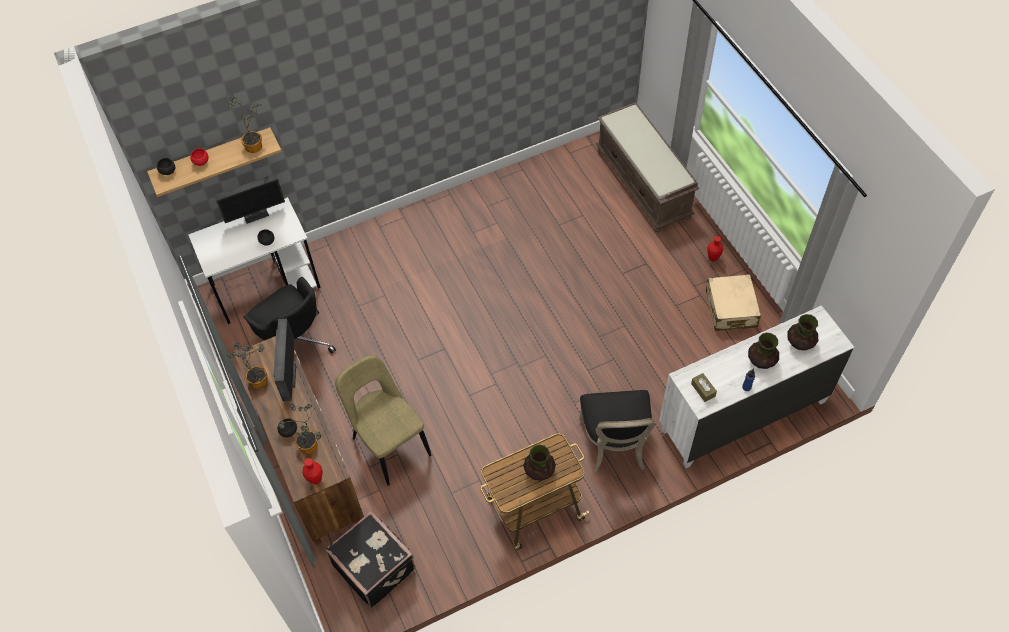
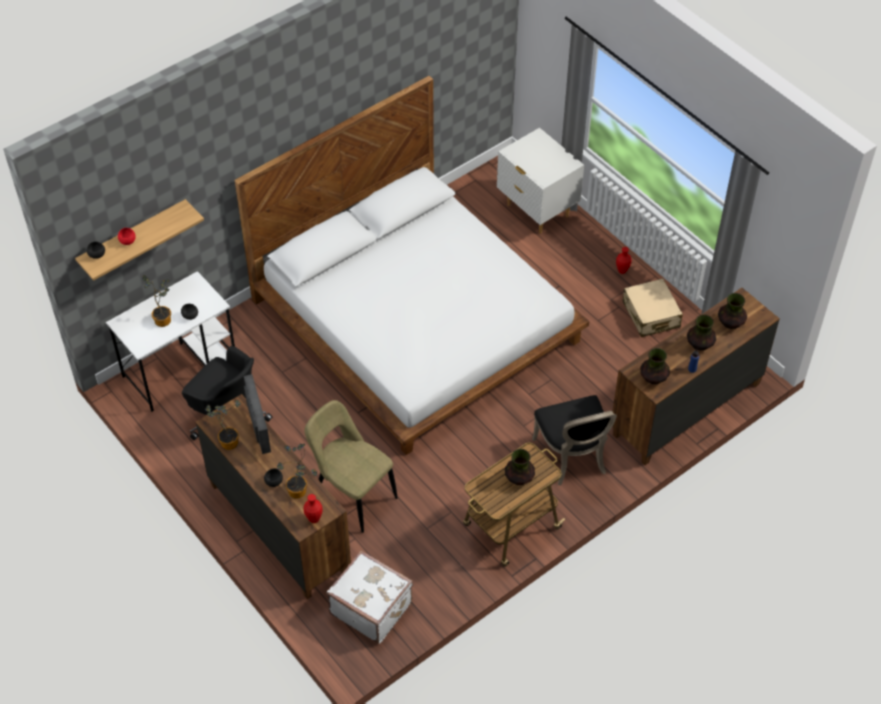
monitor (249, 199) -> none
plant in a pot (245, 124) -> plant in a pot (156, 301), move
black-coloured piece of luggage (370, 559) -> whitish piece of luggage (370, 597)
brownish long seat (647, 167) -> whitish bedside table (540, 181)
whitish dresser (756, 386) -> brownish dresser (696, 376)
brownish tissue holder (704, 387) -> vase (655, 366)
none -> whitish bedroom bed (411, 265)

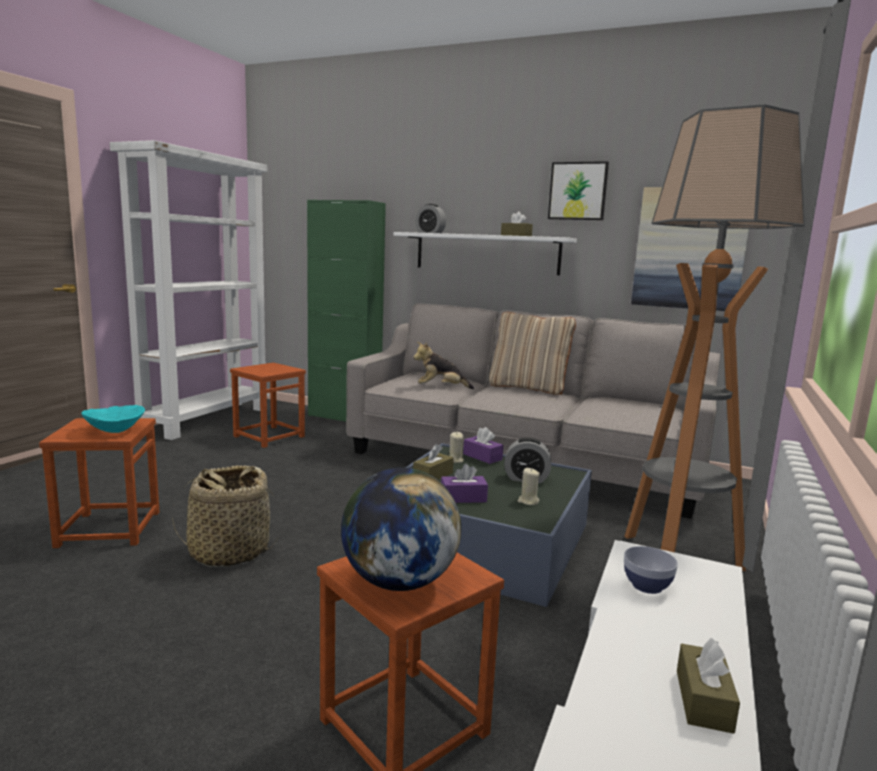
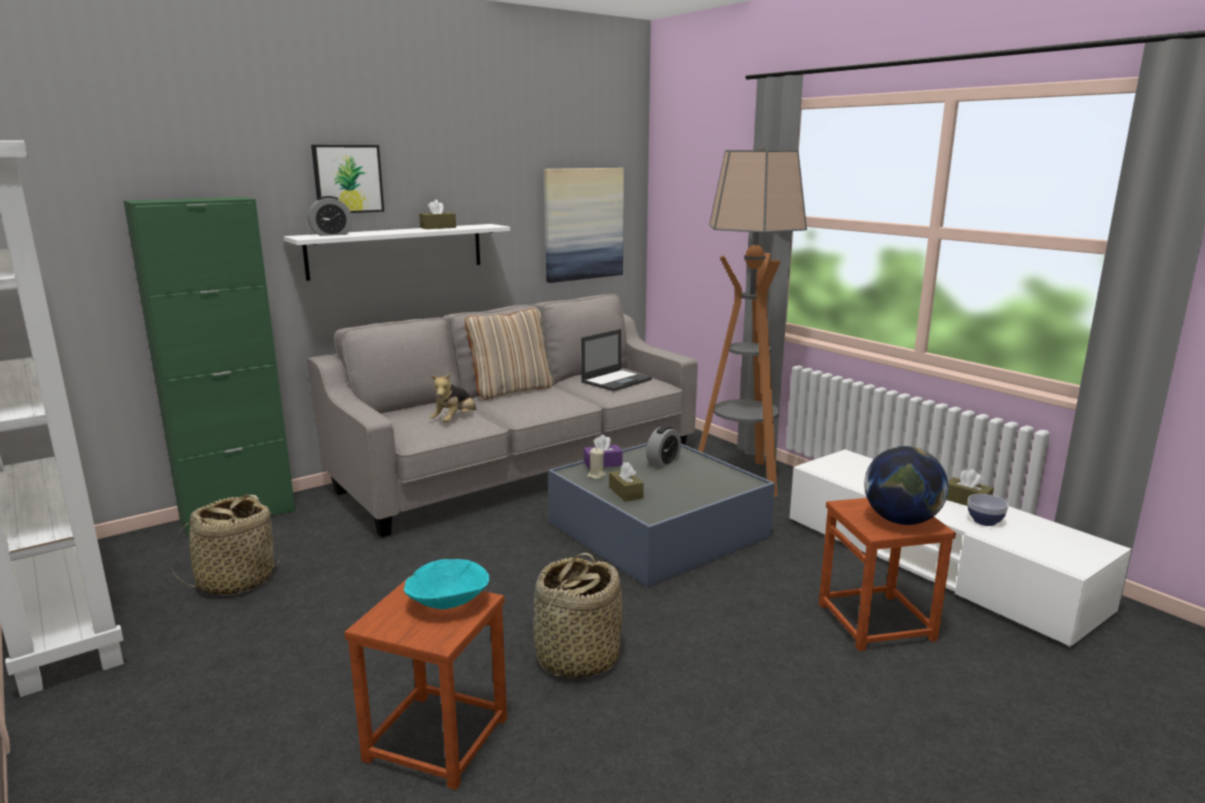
brownish sitting stool (268, 405) -> storage basket (226, 545)
purple-coloured tissue holder (464, 483) -> none
sand-coloured wax candle (528, 486) -> none
wall picture (578, 190) -> wall picture (347, 179), move
bowl (651, 570) -> bowl (988, 510), move
none -> notebook computer (616, 360)

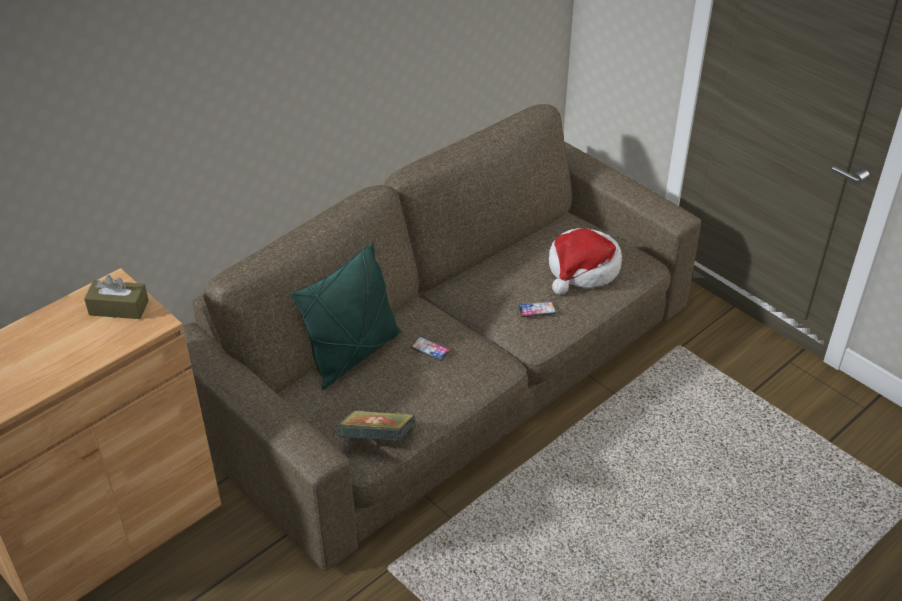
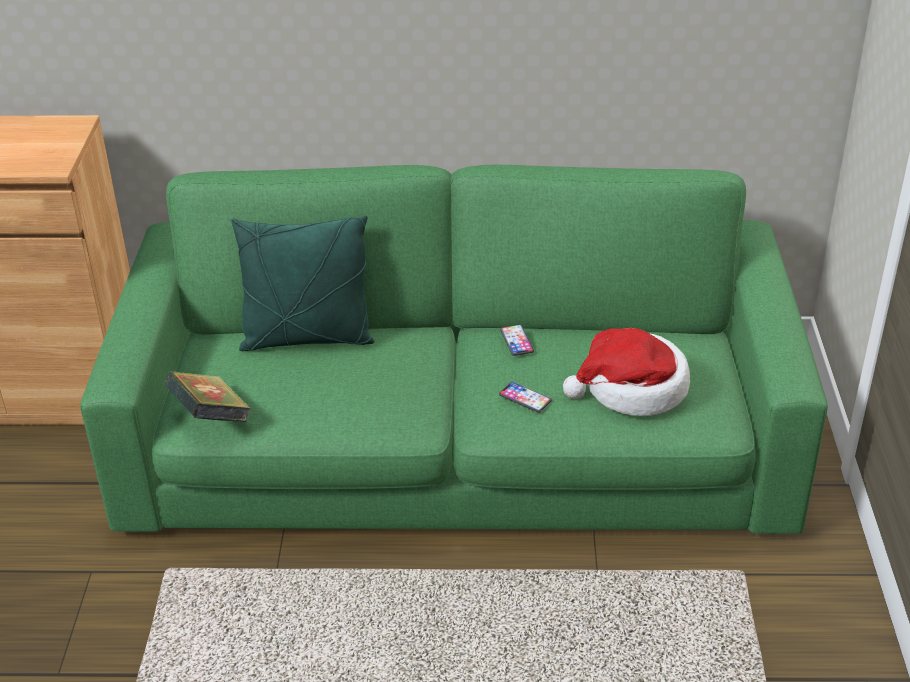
brownish tissue holder (116, 297) -> none
brownish sofa (440, 337) -> green sofa (454, 349)
handset (431, 348) -> handset (517, 340), move

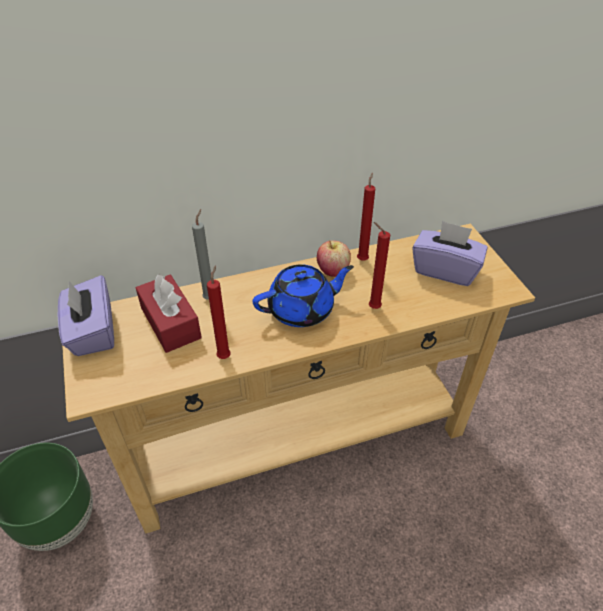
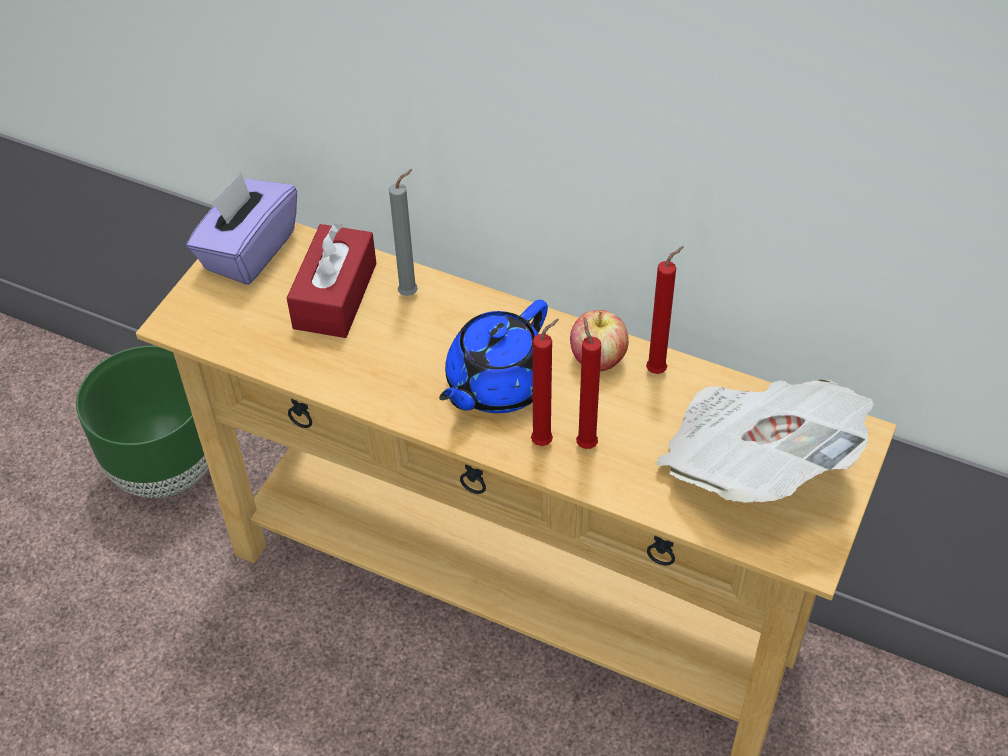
red-coloured wax candle (219, 312) -> red-coloured wax candle (545, 382), move
blue teapot (303, 295) -> blue teapot (493, 356), 105 degrees clockwise
purple-coloured tissue holder (449, 253) -> daily paper (765, 441)

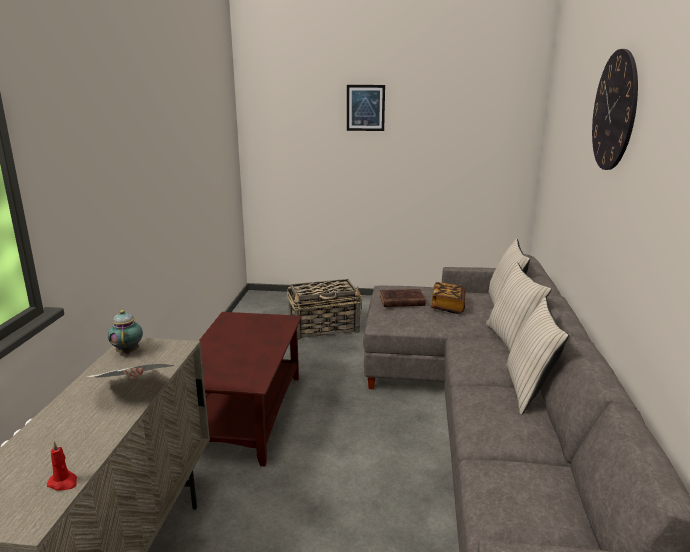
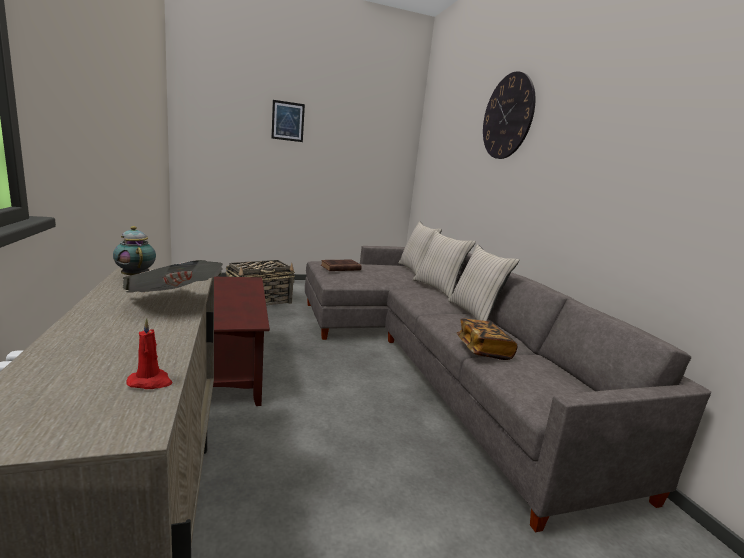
book (448, 298) -> book (487, 339), move

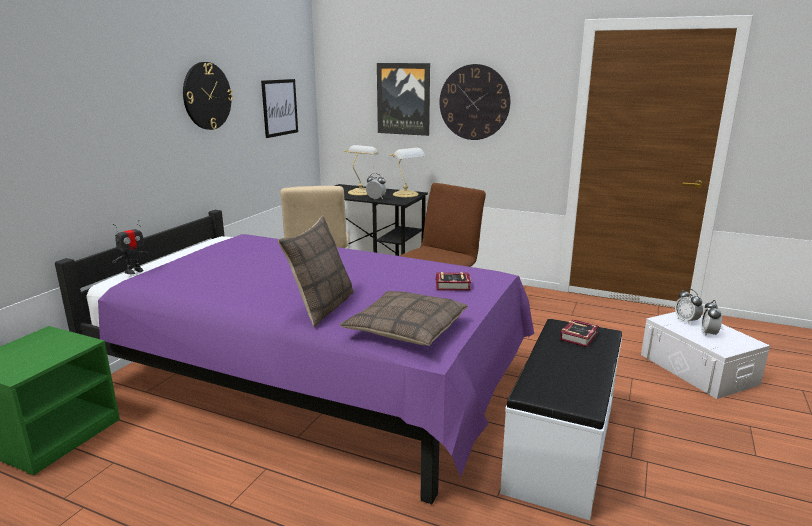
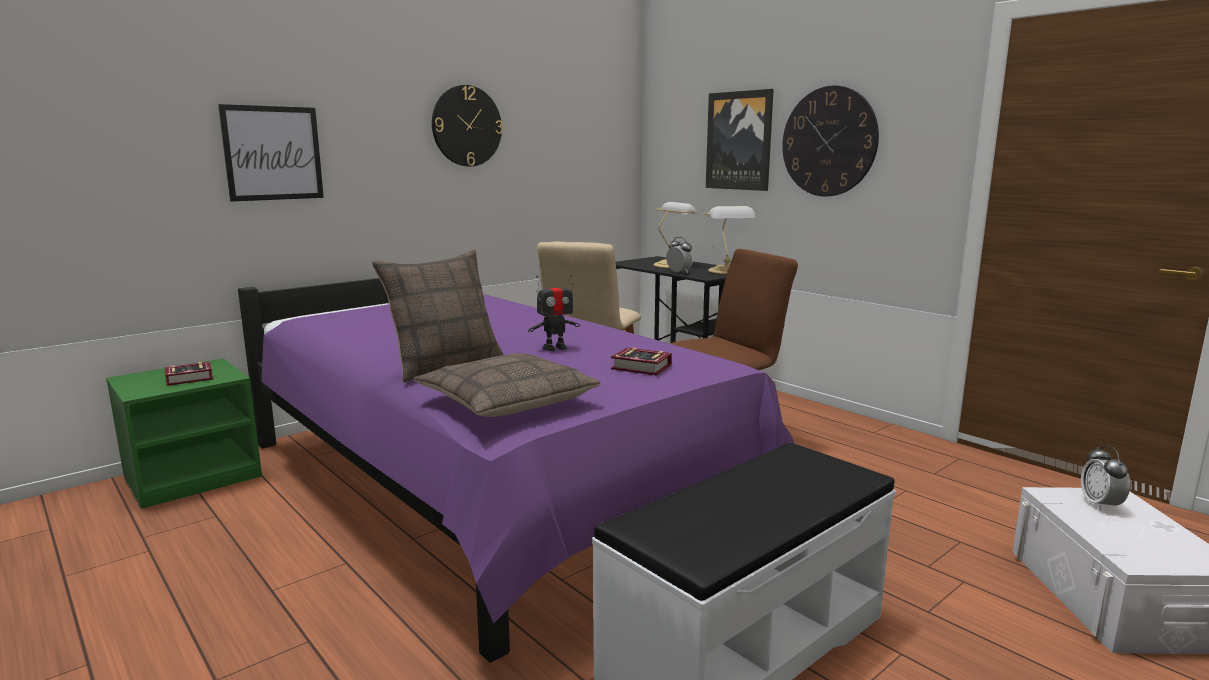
toy robot (131, 247) -> toy robot (554, 313), move
wall picture (279, 108) -> wall picture (271, 153), move
book (579, 333) -> book (189, 374), move
table clock (711, 318) -> none

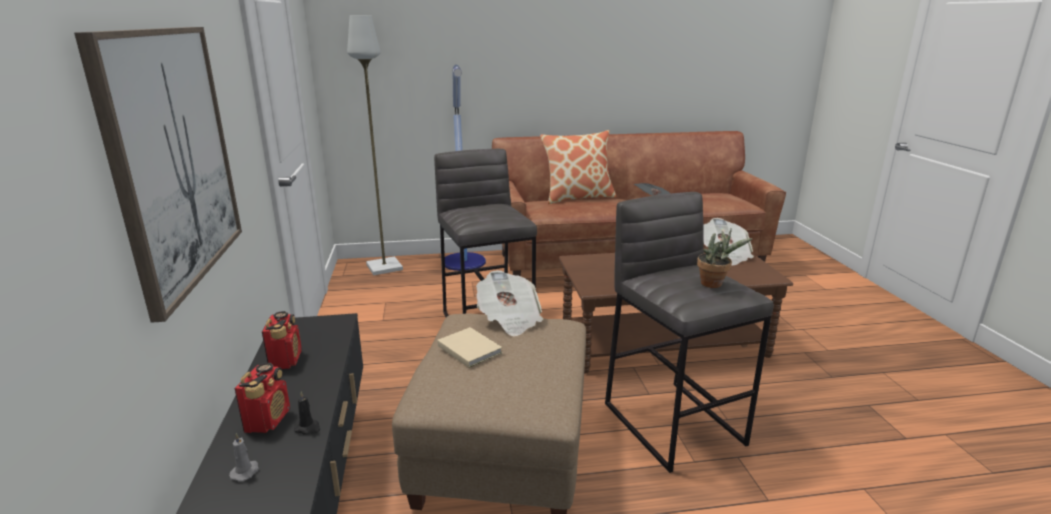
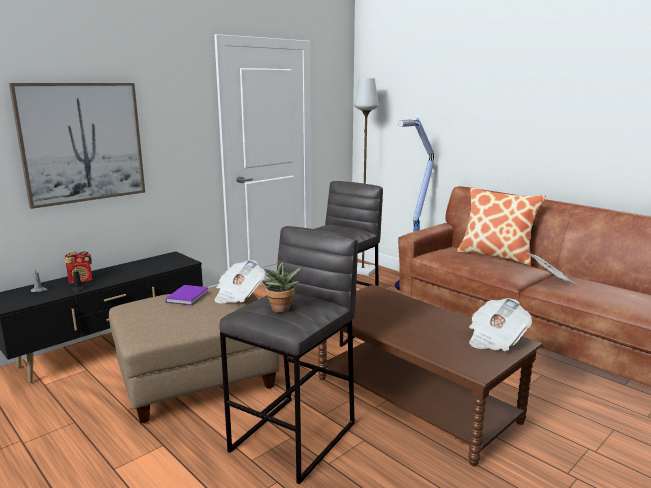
radio (282, 340) -> none
sand-coloured book (469, 347) -> purple-coloured book (187, 295)

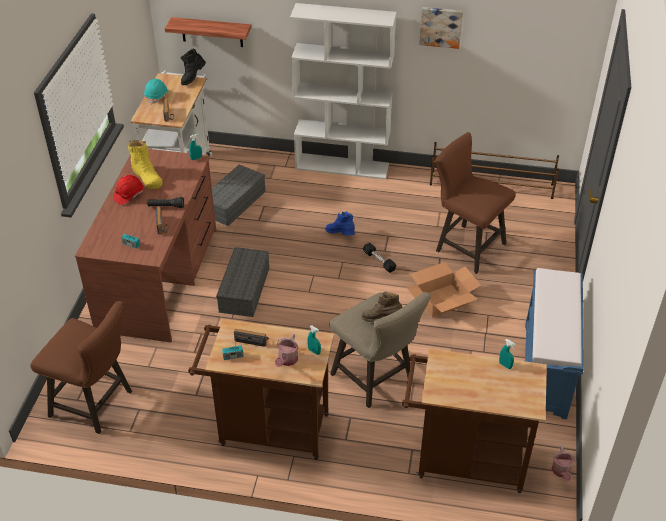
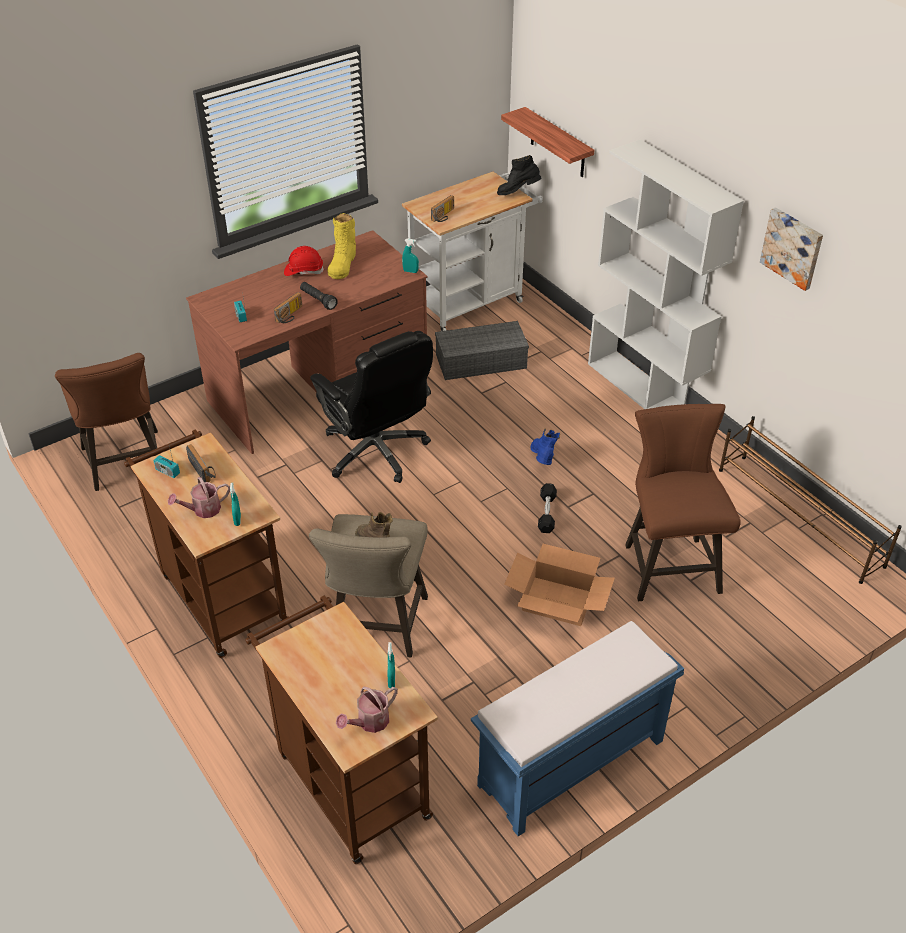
turquoise-coloured work helmet (156, 91) -> none
grey storage bin (242, 282) -> black-coloured office chair (371, 407)
watering pot (563, 464) -> watering pot (367, 709), move

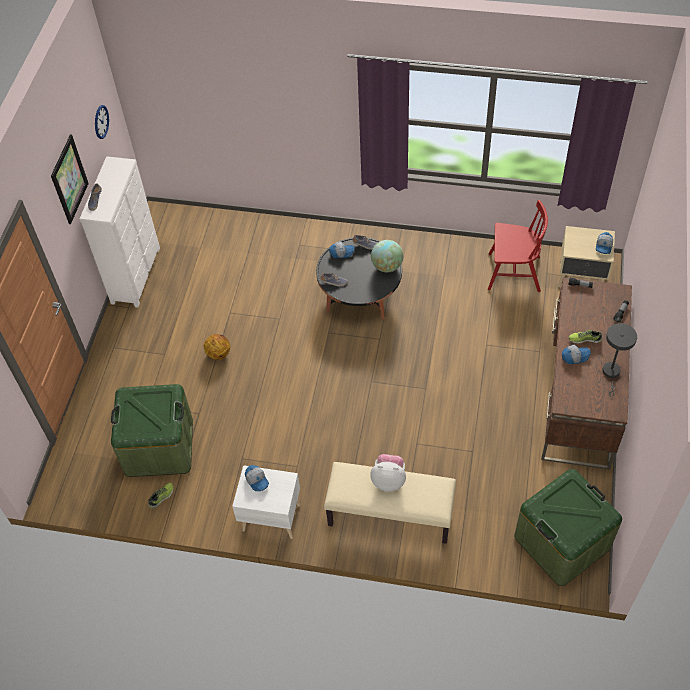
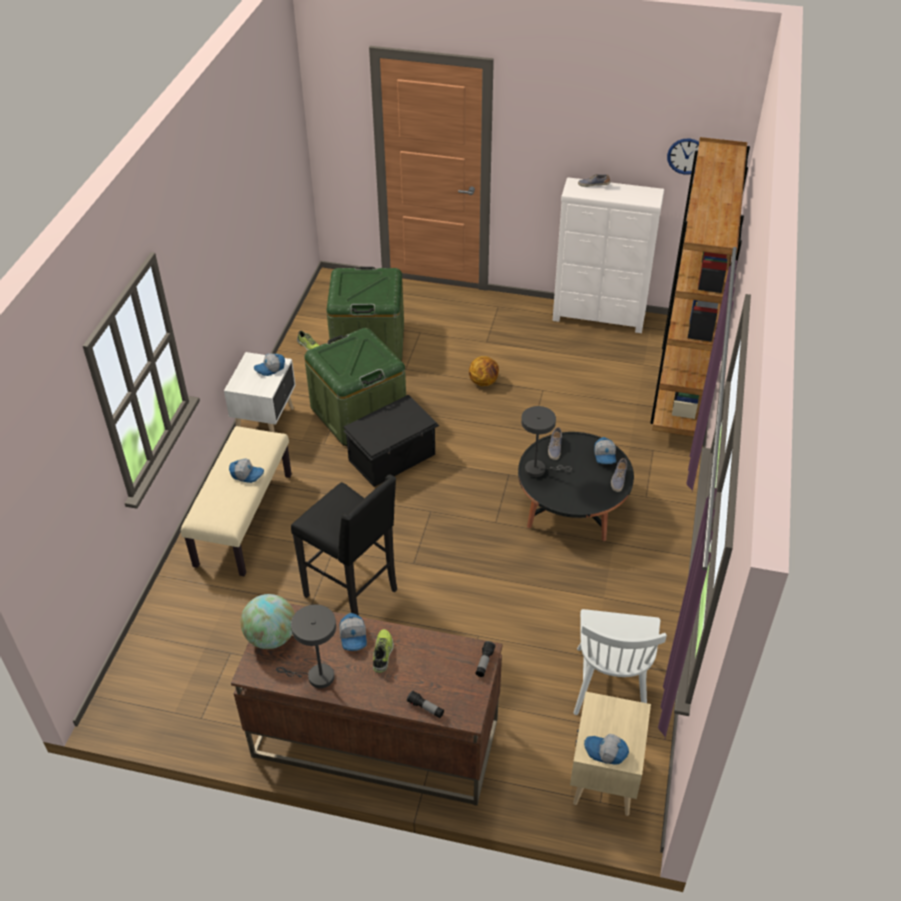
wall picture (70, 179) -> none
plush toy (388, 473) -> peaked cap (246, 471)
desk globe (387, 256) -> desk globe (268, 621), move
red-coloured chair (518, 246) -> whitish chair (620, 662)
green storage bin (568, 527) -> green storage bin (355, 387), move
none -> black-coloured sitting stool (344, 545)
none -> black-coloured storage bin (391, 441)
none -> grey lamp for a table (546, 441)
none -> brownish bookcase (700, 287)

